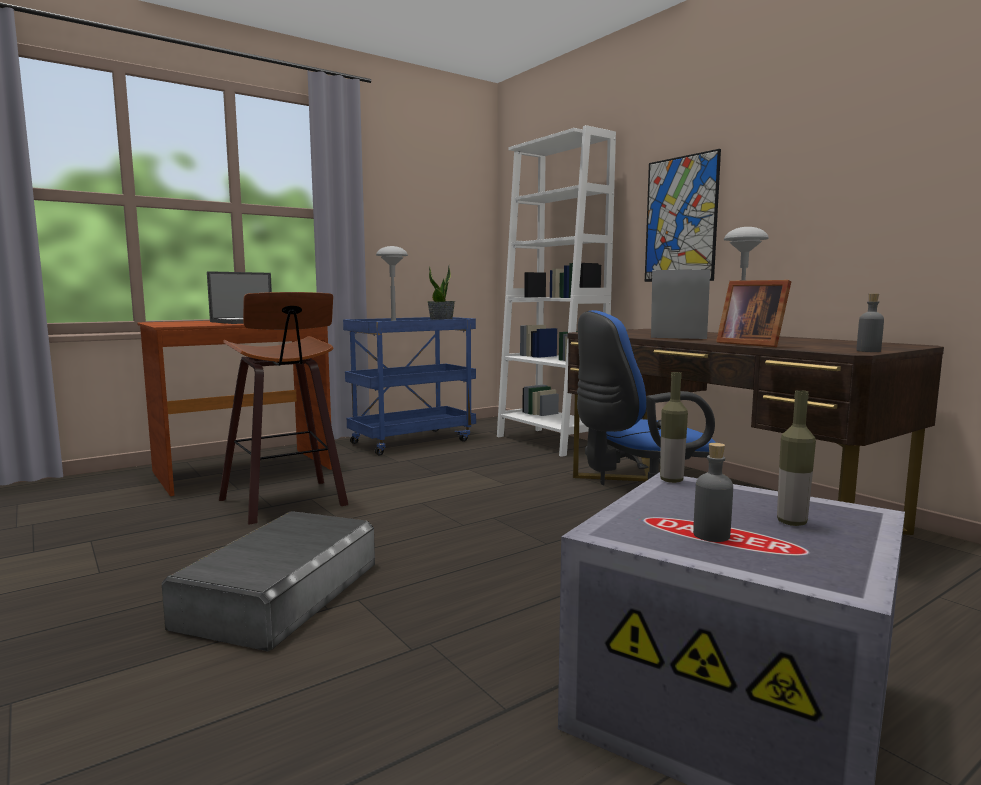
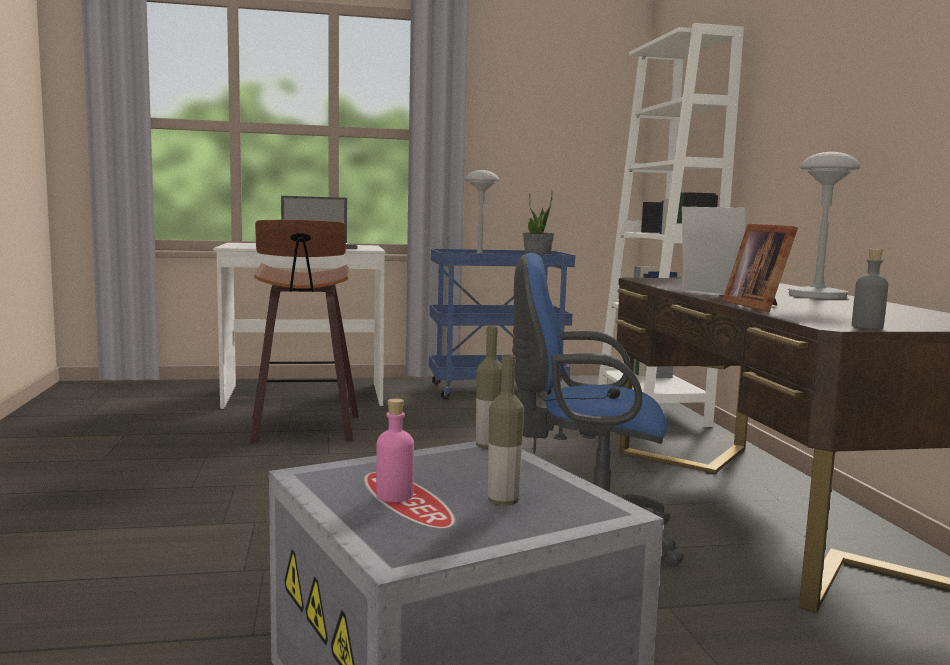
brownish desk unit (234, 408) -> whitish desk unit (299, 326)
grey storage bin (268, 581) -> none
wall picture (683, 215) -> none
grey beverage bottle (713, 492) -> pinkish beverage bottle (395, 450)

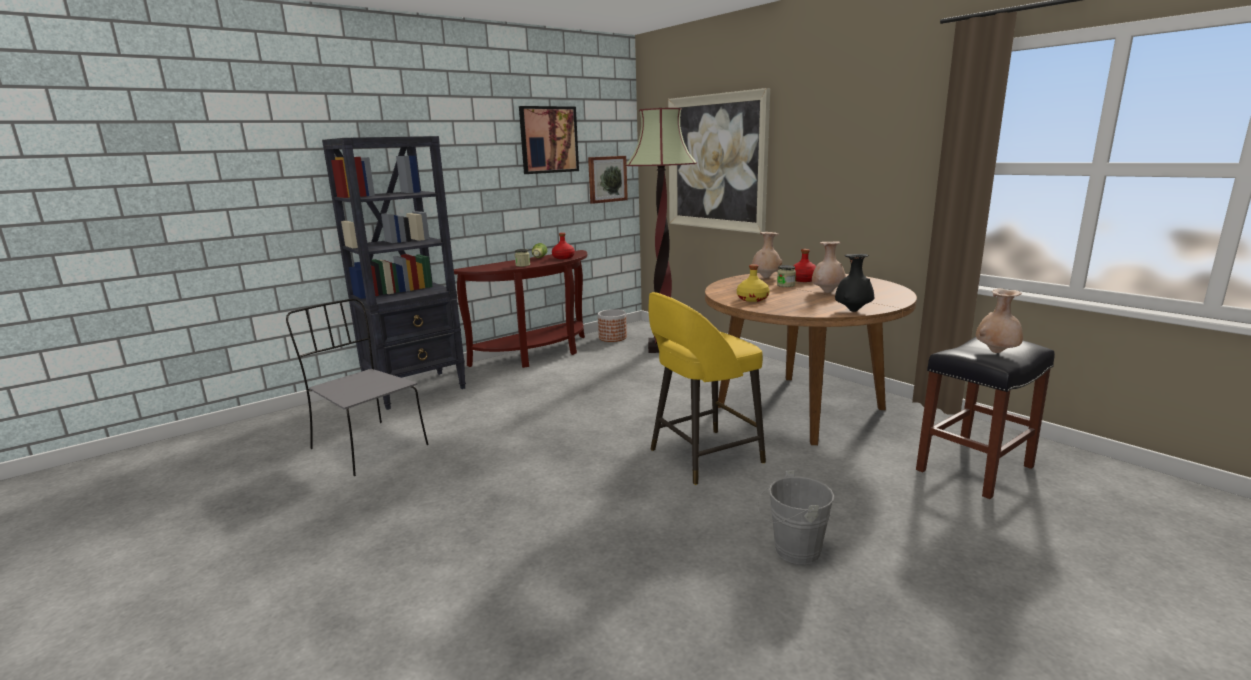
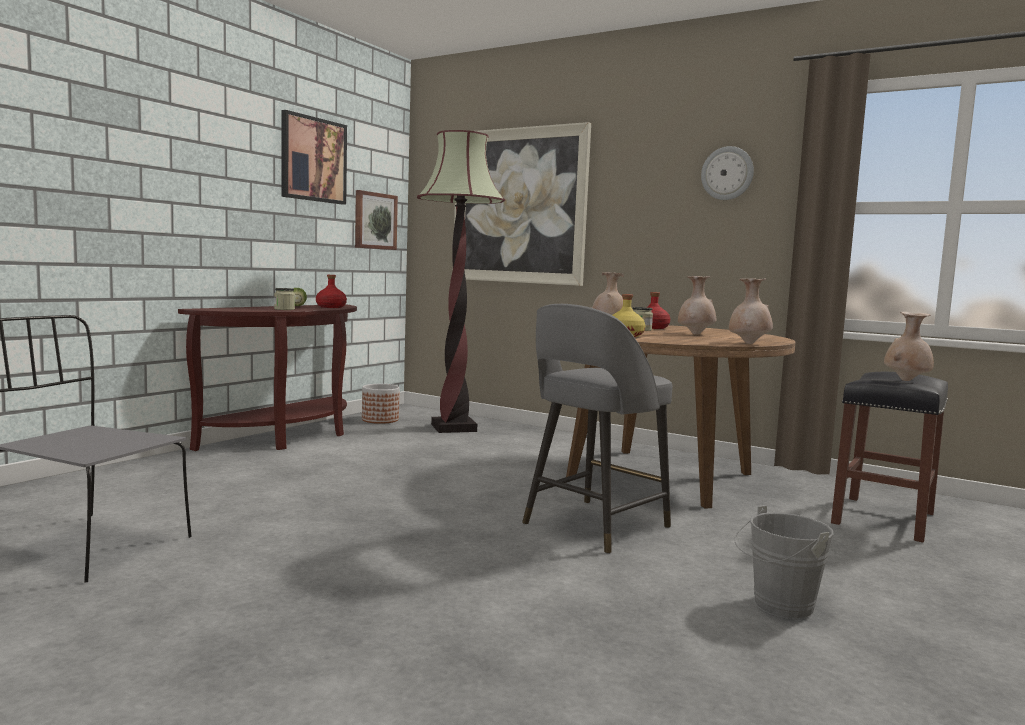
black-coloured bookcase (394, 273) -> none
yellow sitting stool (707, 388) -> grey sitting stool (597, 429)
black-coloured vase (854, 283) -> sand-coloured vase (751, 311)
none -> clock on the wall (727, 173)

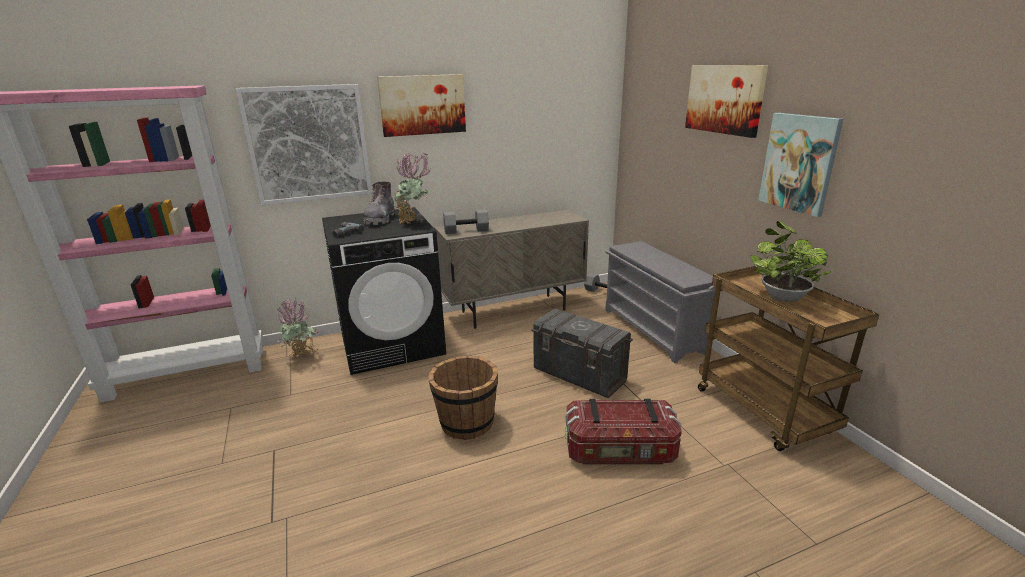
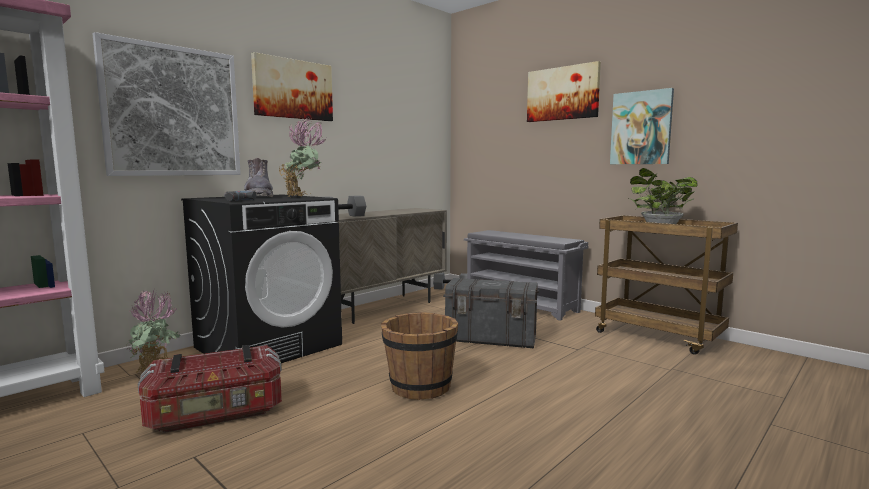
storage bin (623, 431) -> storage bin (210, 389), move

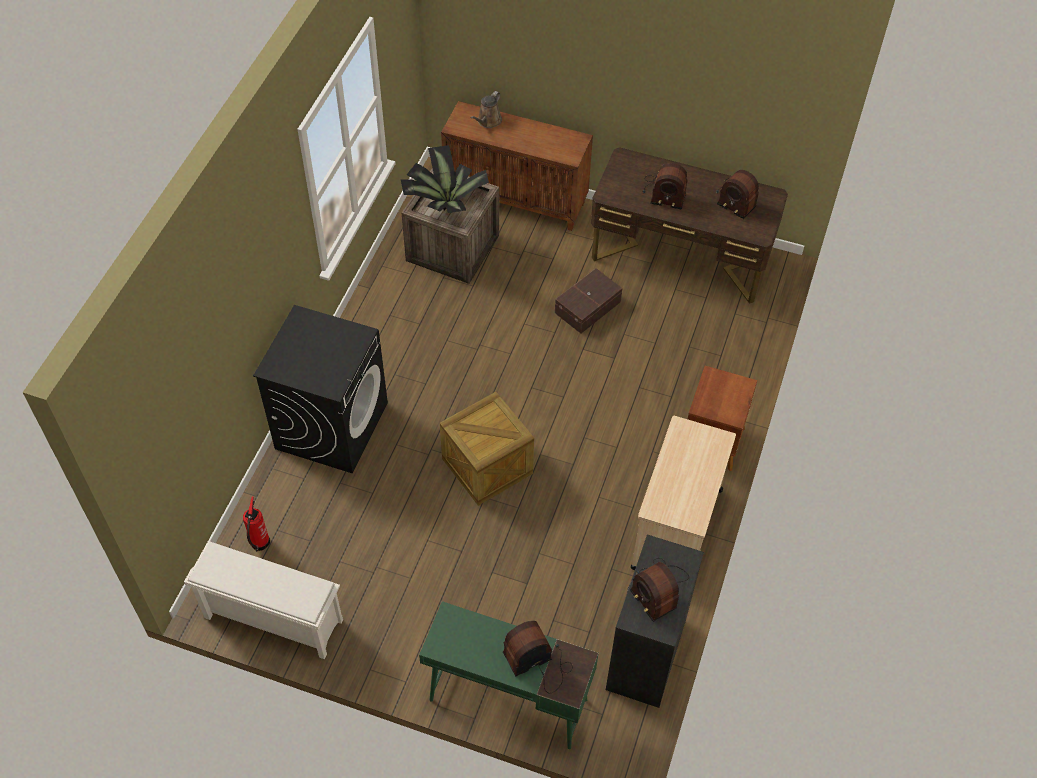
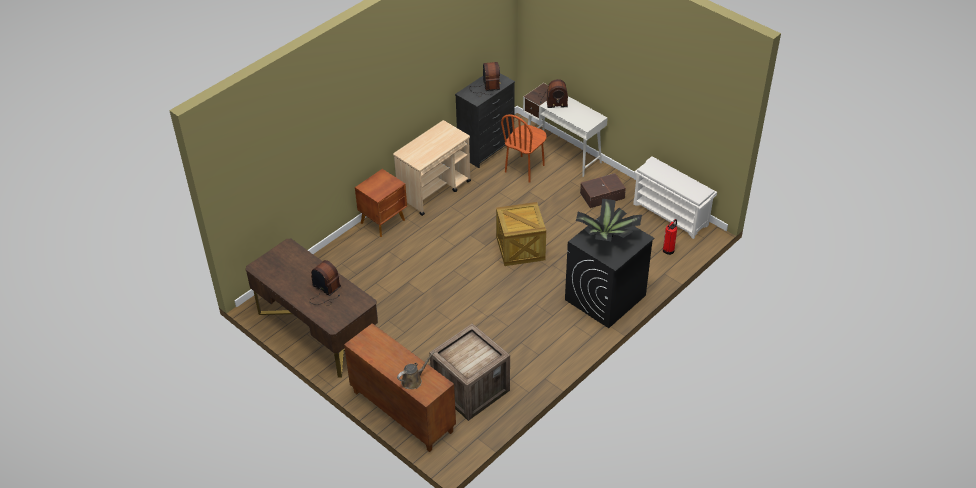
plant in a pot (445, 179) -> plant in a pot (609, 220), move
green desk unit (509, 675) -> whitish desk unit (565, 130)
brownish storage bin (588, 300) -> brownish storage bin (603, 190), move
radio (737, 194) -> none
none -> brownish chair (524, 148)

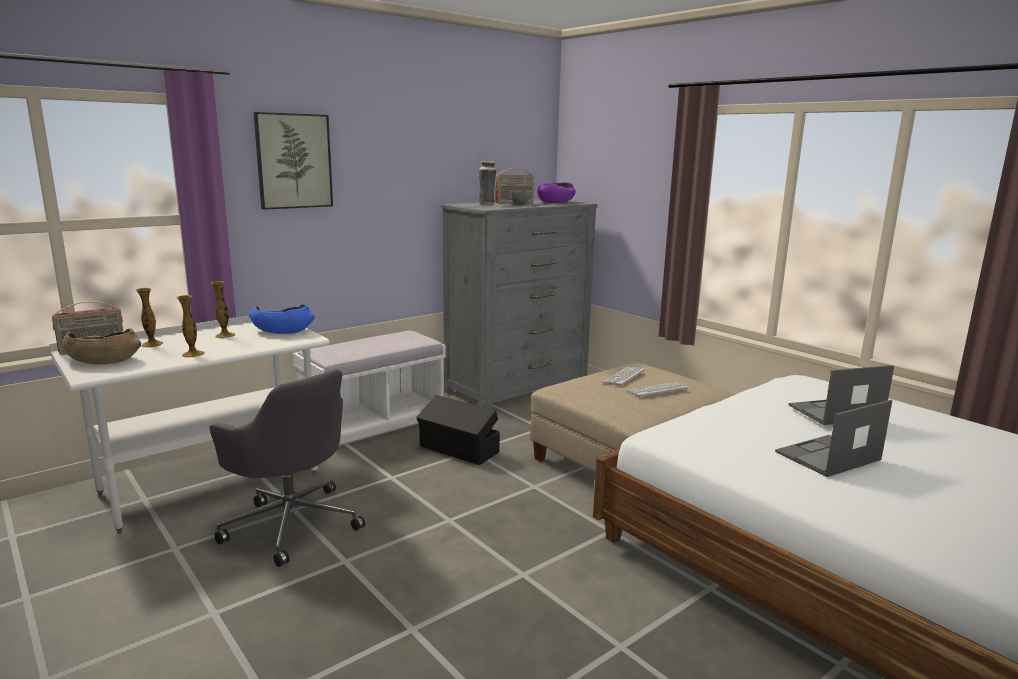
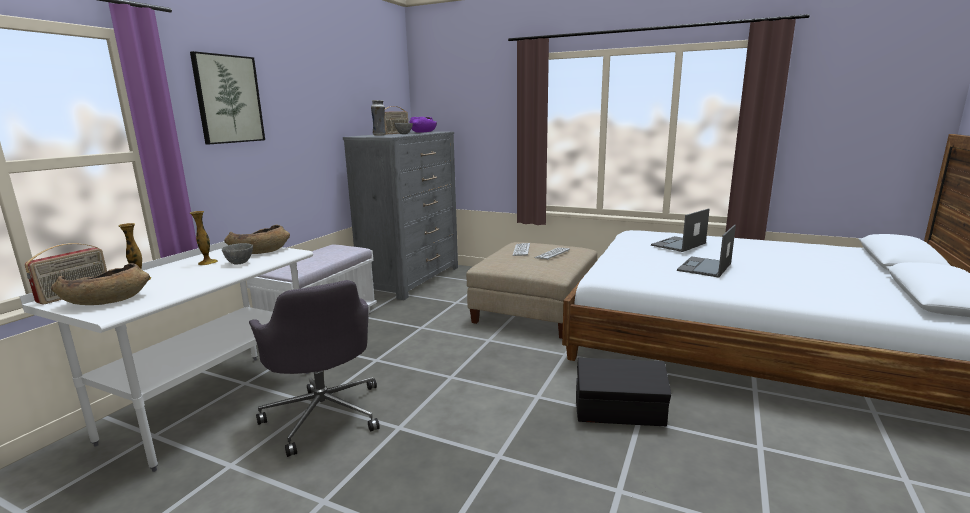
vase (190, 326) -> none
grey office chair (287, 468) -> grey office chair (314, 368), 45 degrees clockwise
blue bowl (282, 319) -> brownish bowl (257, 239)
black-coloured storage bin (458, 430) -> black-coloured storage bin (623, 392), move
none -> grey bowl (237, 254)

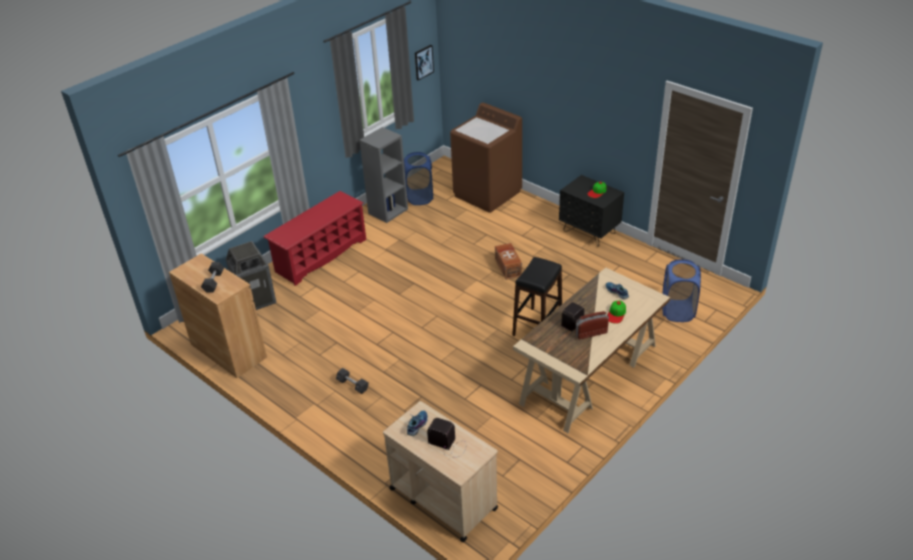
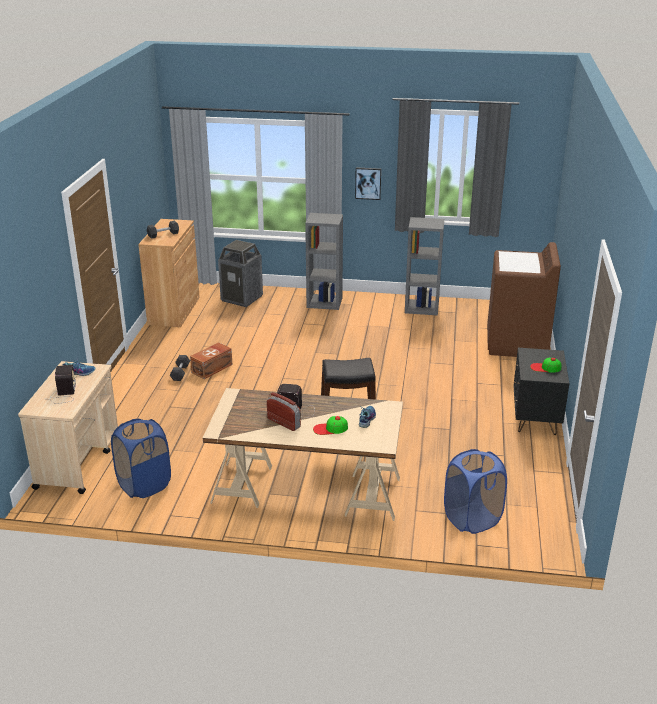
red-coloured shoe stand (315, 238) -> grey bookcase (324, 261)
blue laundry basket (418, 178) -> blue laundry basket (141, 458), move
wall picture (424, 62) -> wall picture (368, 183), move
brownish storage bin (508, 261) -> brownish storage bin (211, 360), move

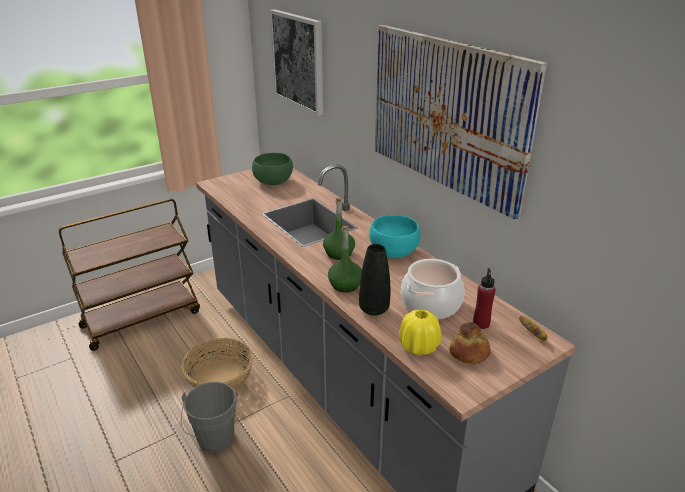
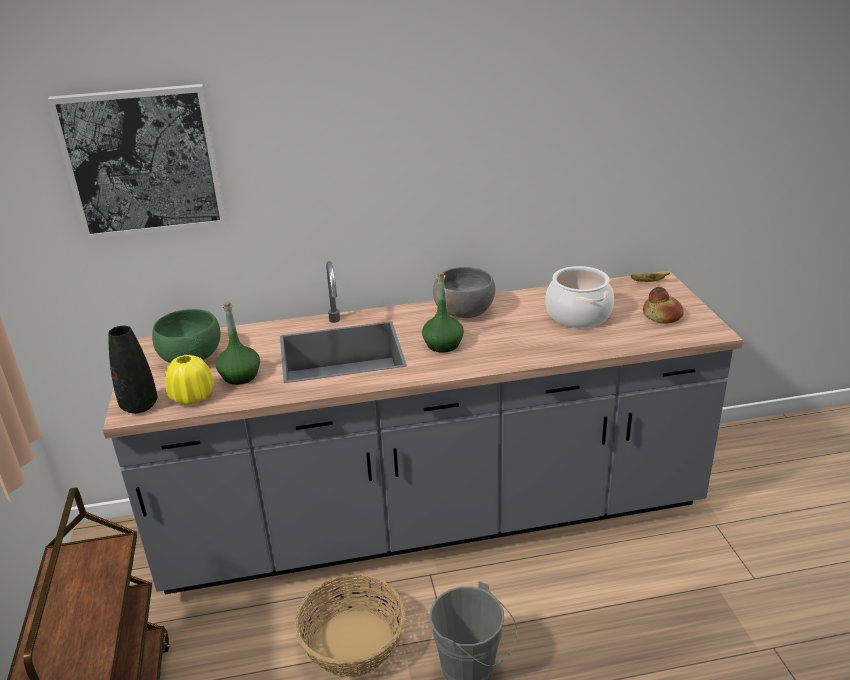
green beverage bottle (345, 259) -> green beverage bottle (238, 343), move
black-coloured vase (374, 280) -> black-coloured vase (132, 370), move
turquoise-coloured bowl (395, 236) -> grey bowl (464, 292)
wall picture (461, 122) -> none
yellow vase (420, 332) -> yellow vase (189, 380), move
red-coloured beverage bottle (484, 298) -> none

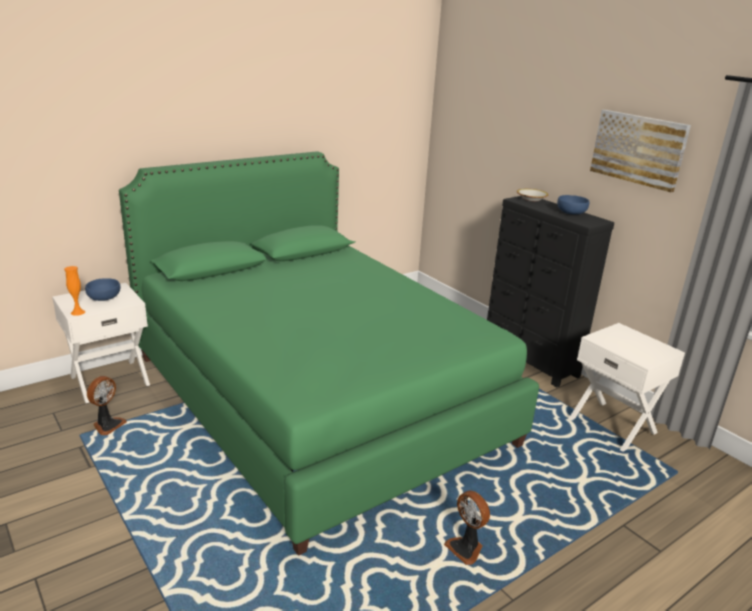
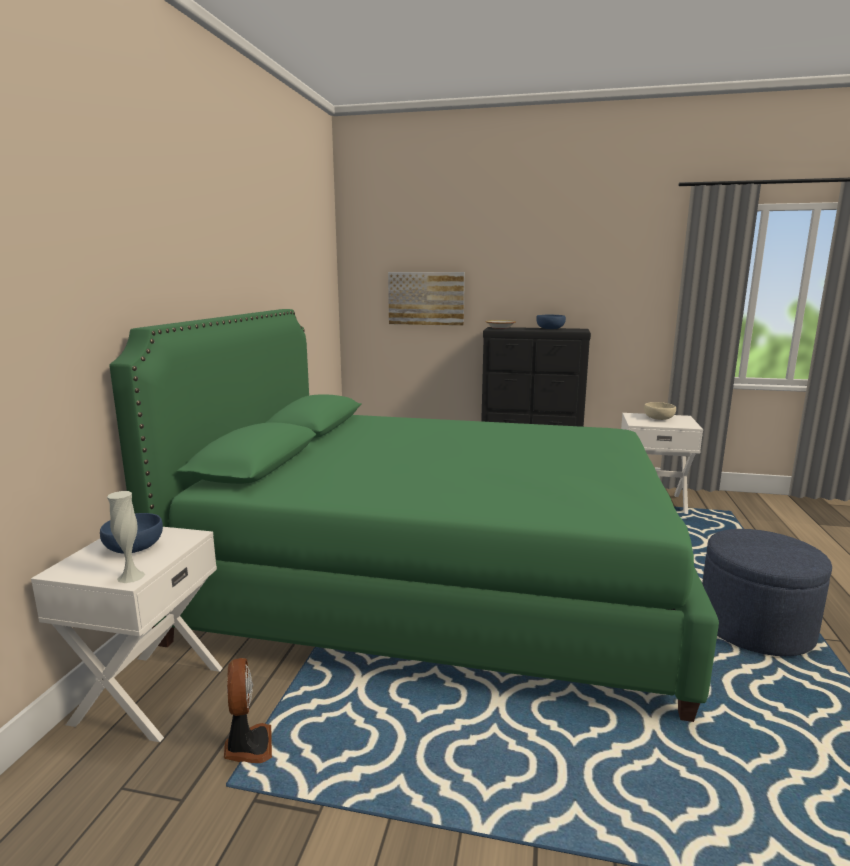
orangey vase (74, 291) -> whitish vase (126, 537)
cooling fan (467, 527) -> blue pouffe (767, 592)
wall picture (640, 151) -> wall picture (426, 299), move
none -> sand-coloured bowl (660, 411)

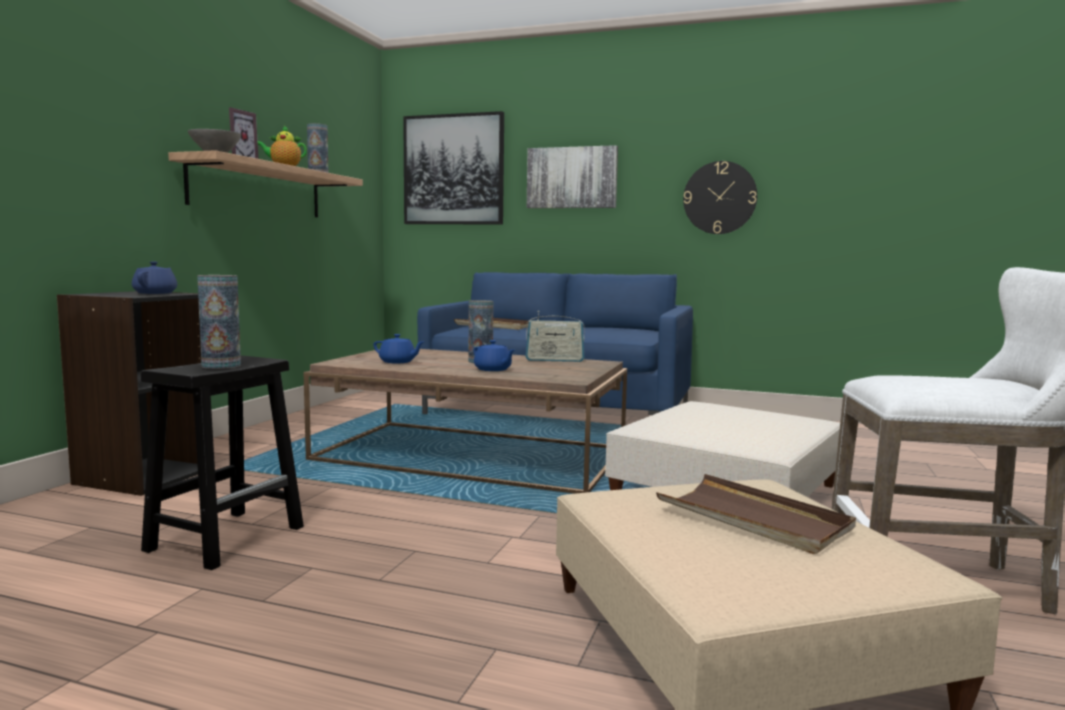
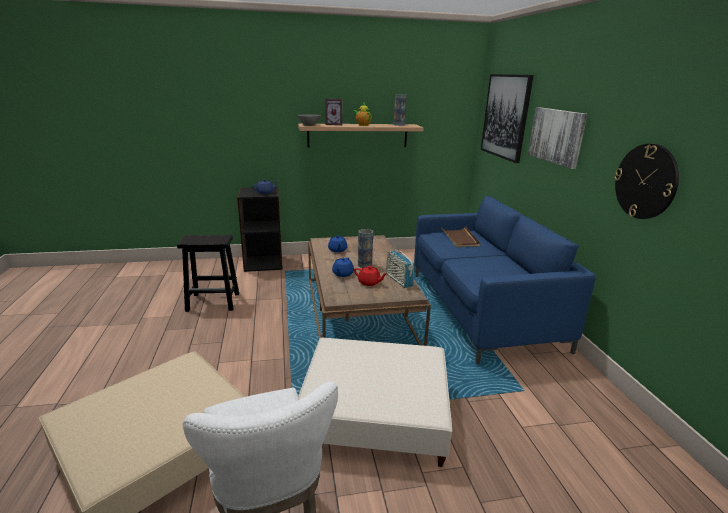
vase (219, 322) -> none
brownish serving tray (756, 514) -> none
none -> red-coloured teapot (370, 276)

